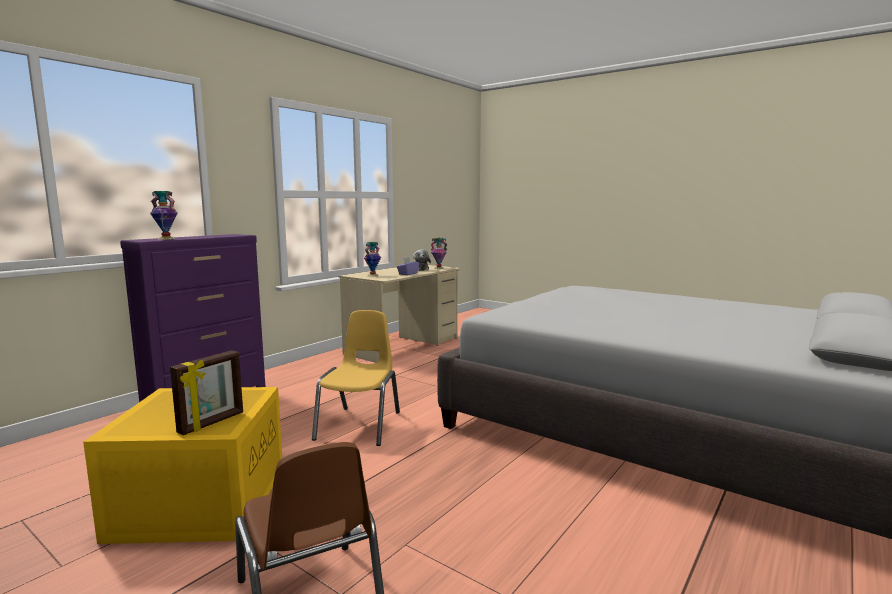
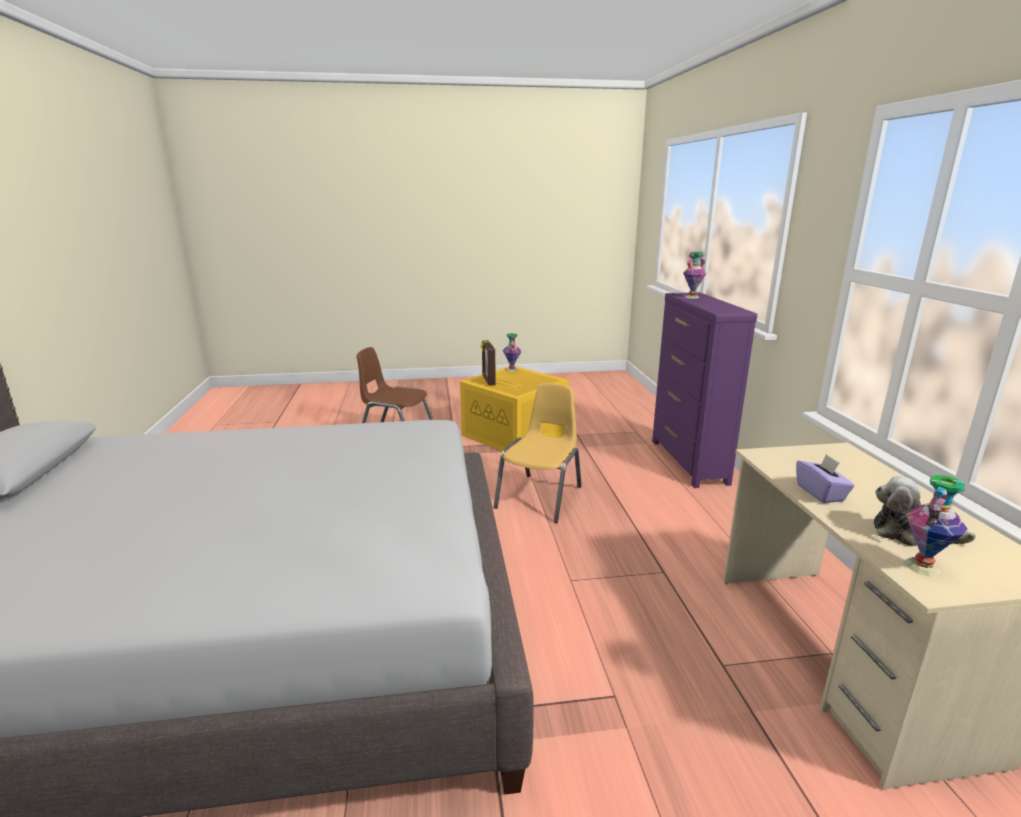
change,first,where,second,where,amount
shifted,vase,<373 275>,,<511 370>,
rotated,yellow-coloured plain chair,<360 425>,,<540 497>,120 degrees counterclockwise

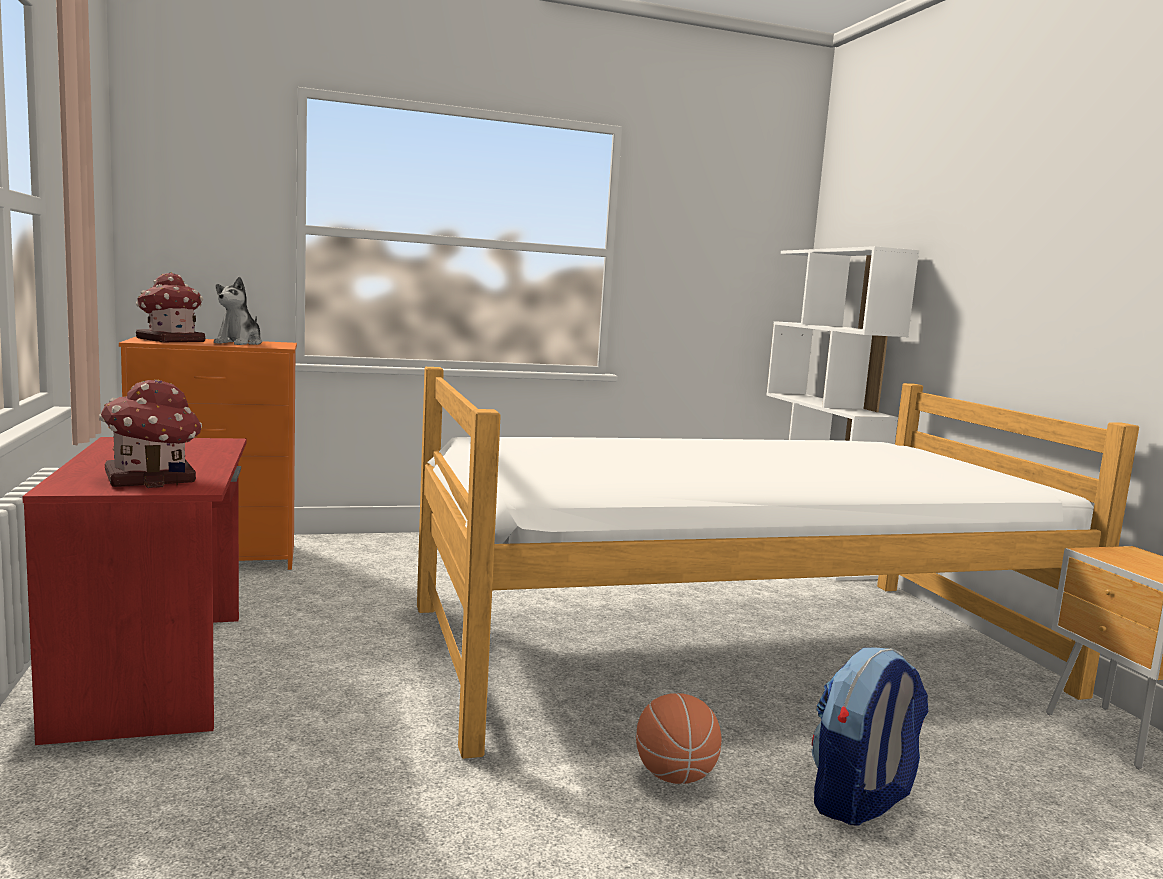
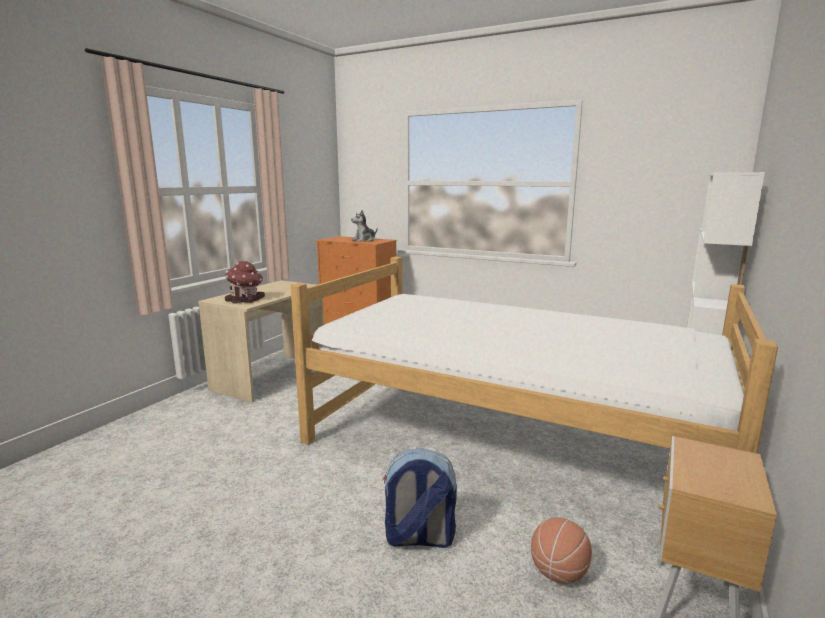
change,first,where,second,where,amount
gone,miniature house,<170 340>,,,
repainted,red-coloured desk unit,<158 671>,sand-coloured desk unit,<272 376>,
shifted,basketball ball,<675 776>,,<558 573>,

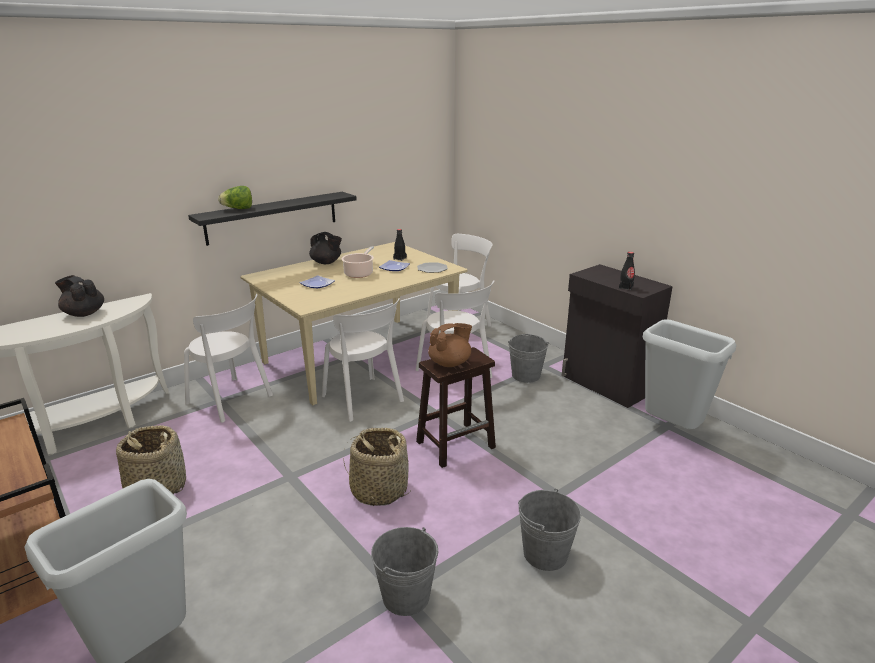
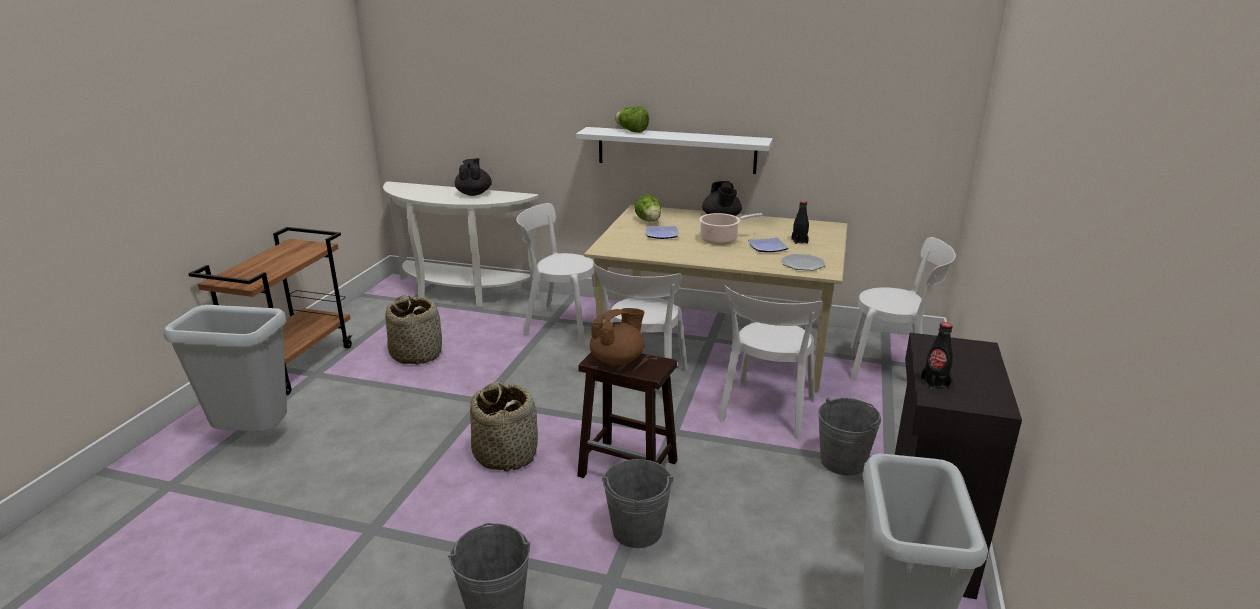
change,first,where,second,where,amount
repainted,black-coloured shelf,<272 217>,white-coloured shelf,<676 150>,
rotated,white-coloured plain chair,<232 400>,,<559 323>,105 degrees clockwise
rotated,brown-coloured tea pot,<450 363>,,<618 360>,60 degrees counterclockwise
shifted,gray bucket,<406 596>,,<637 530>,
new,,,head of lettuce,<649 221>,

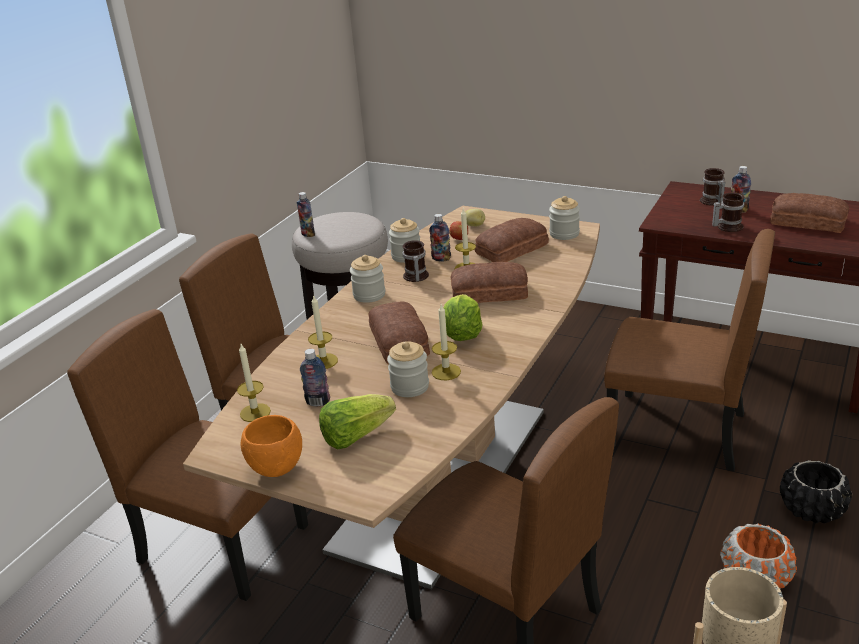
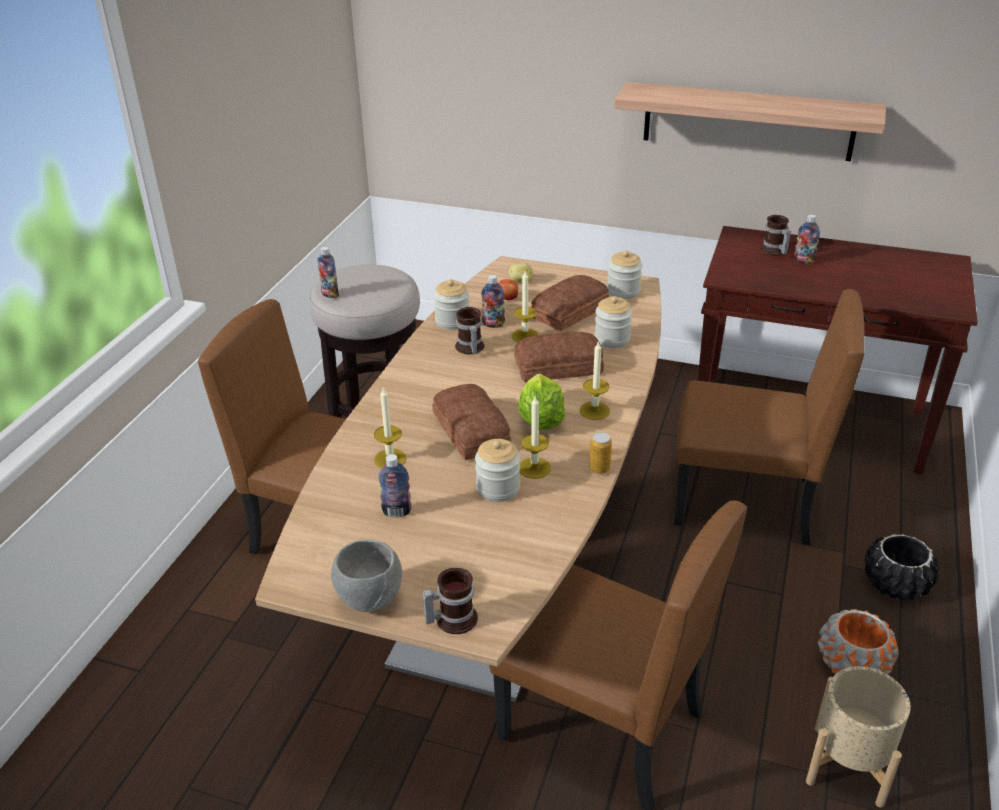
change,first,where,second,where,amount
shifted,tea mug,<727 226>,,<452 618>,
gone,bakery bread,<807 221>,,,
shifted,jar,<369 295>,,<612 339>,
gone,brown-coloured plain chair,<224 543>,,,
shifted,candle,<255 412>,,<594 410>,
gone,head of lettuce,<356 436>,,,
repainted,orangey serving bowl,<277 468>,gray serving bowl,<371 599>,
new,,,shelf,<748 121>,
new,,,can,<599 469>,

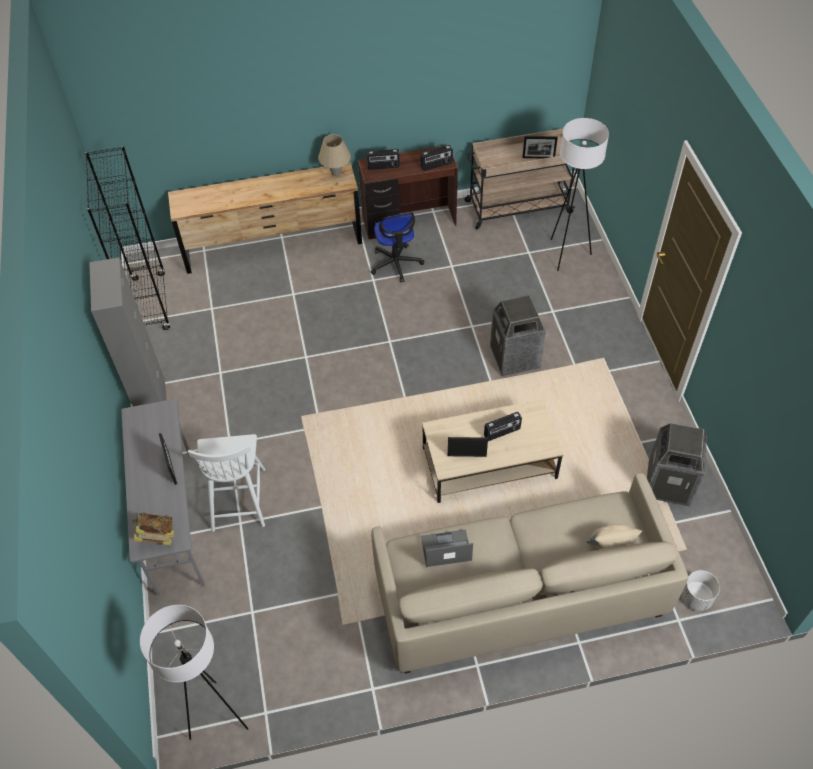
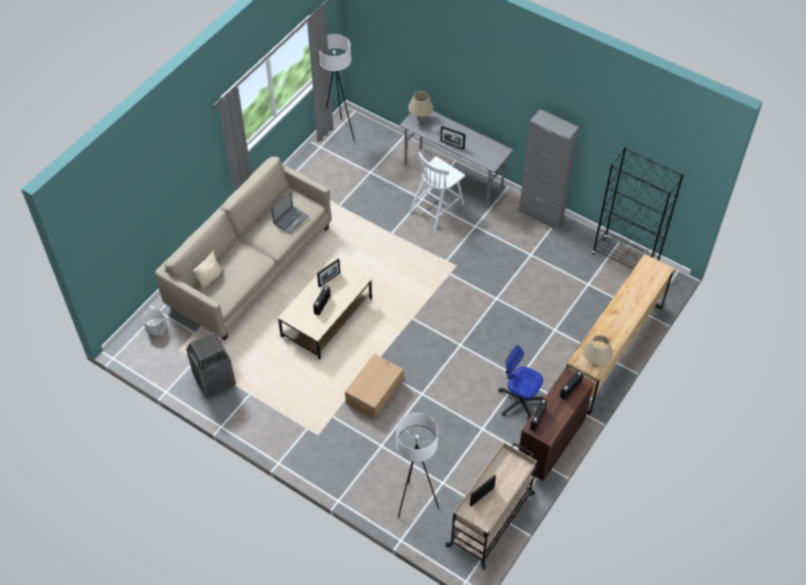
change,first,where,second,where,amount
swapped,trash can,<515 357>,carton,<373 392>,
rotated,white-coloured plain chair,<238 498>,,<437 207>,90 degrees counterclockwise
swapped,book,<157 536>,sand-coloured tabletop lamp,<420 119>,

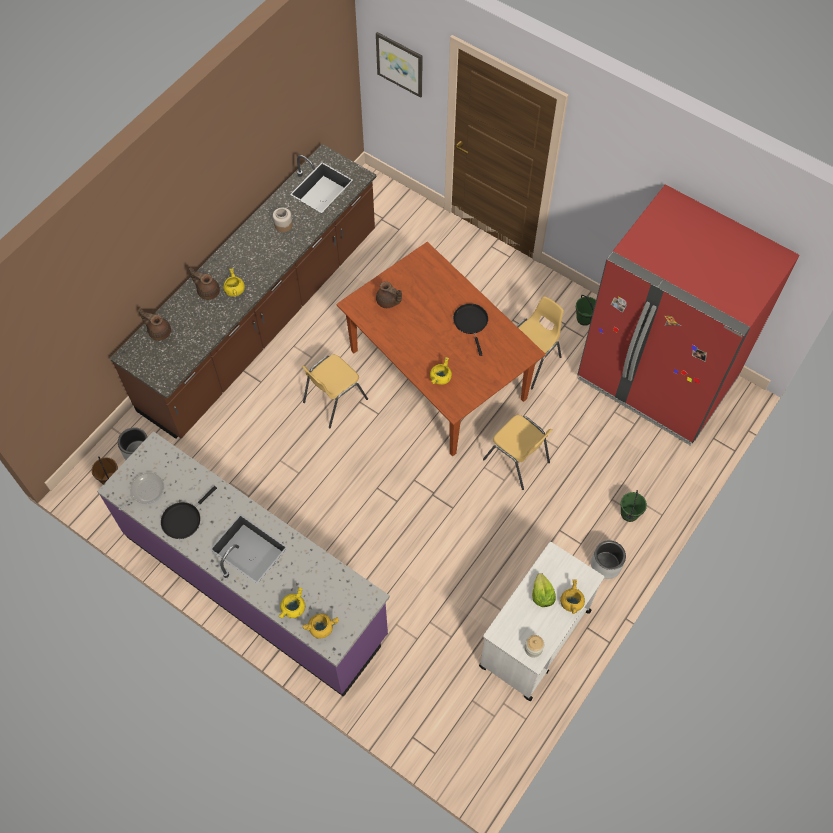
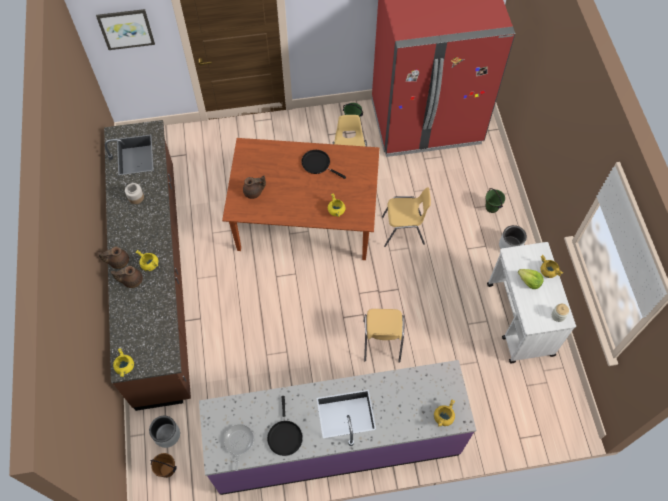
change,first,where,second,where,amount
shifted,brown-coloured tea pot,<159 331>,,<118 261>,
shifted,yellow-coloured plain chair,<334 400>,,<381 342>,
shifted,yellow-coloured cooking pot,<293 609>,,<125 367>,

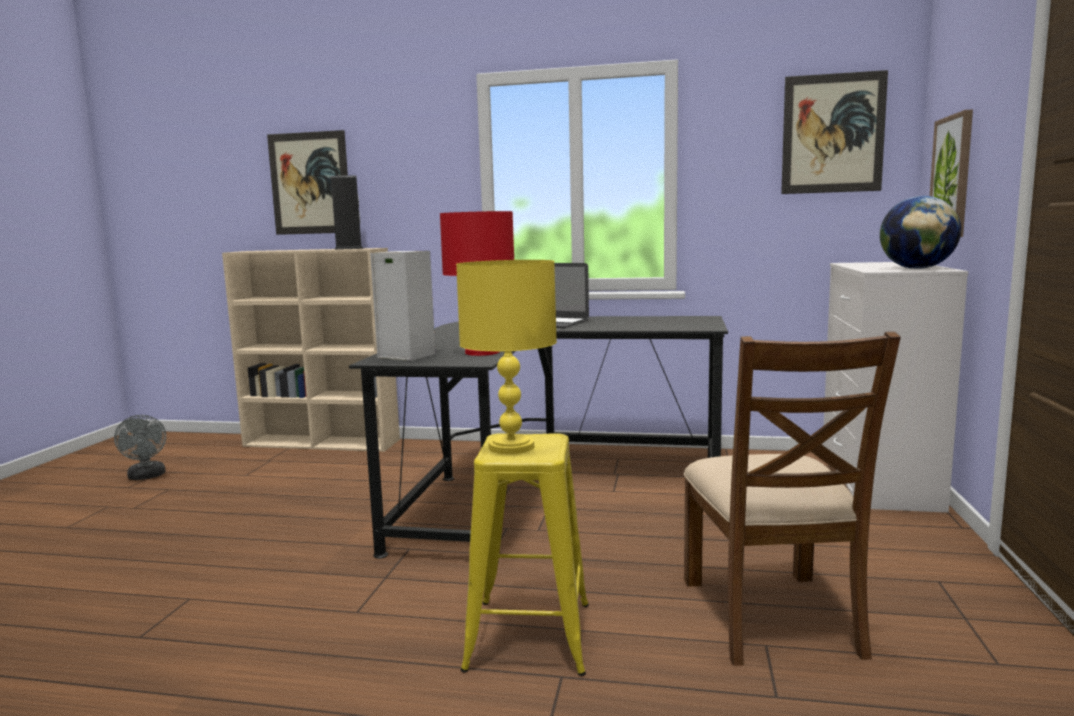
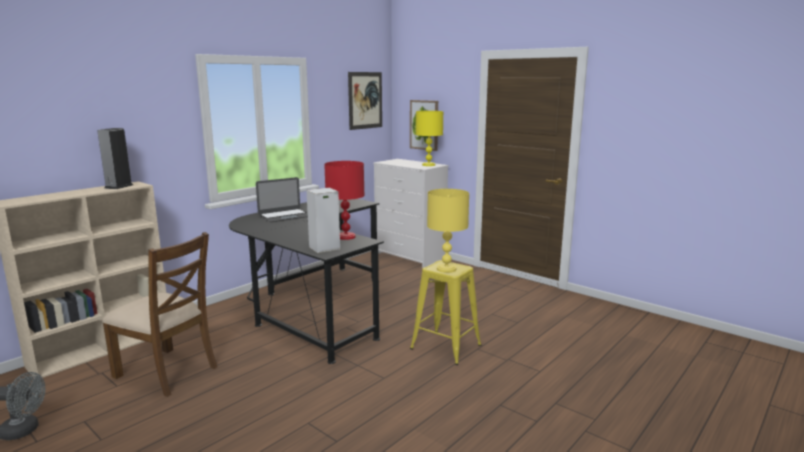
change,first,where,second,where,amount
gone,wall picture,<310 183>,,,
swapped,desk globe,<917 268>,yellow-coloured tabletop lamp,<429 165>,
shifted,brown-coloured plain chair,<771 616>,,<167 371>,

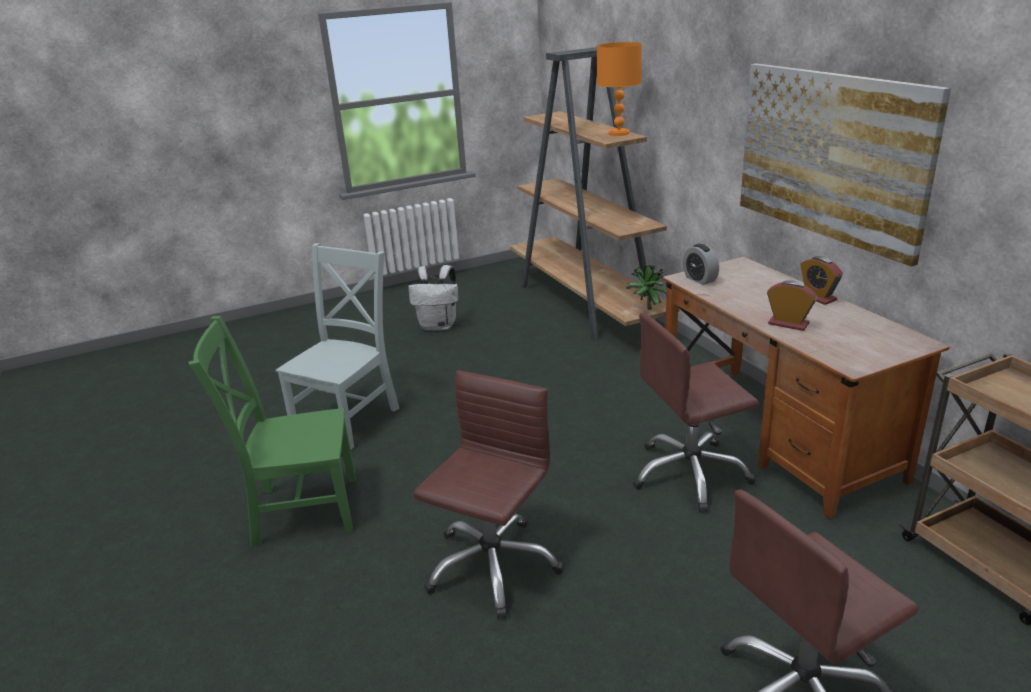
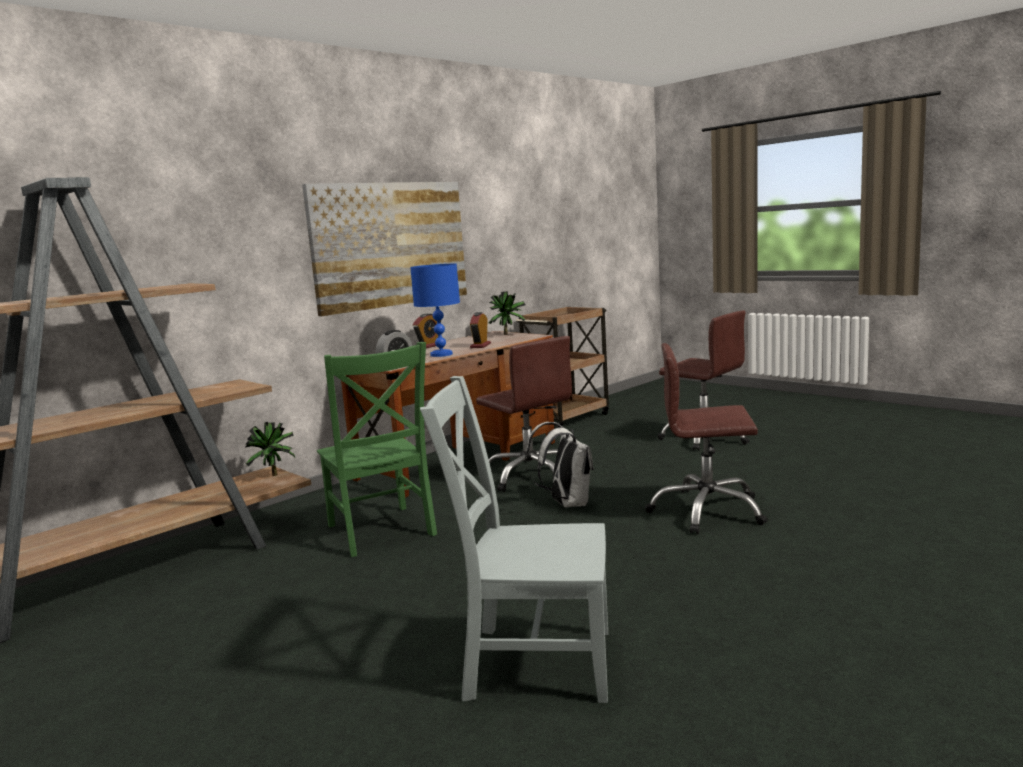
change,first,where,second,where,amount
gone,orangey tabletop lamp,<618 133>,,,
shifted,white-coloured knapsack,<439 326>,,<566 504>,
shifted,green-coloured plain chair,<300 510>,,<381 532>,
new,,,blue-coloured tabletop lamp,<441 354>,
new,,,potted plant,<508 334>,

